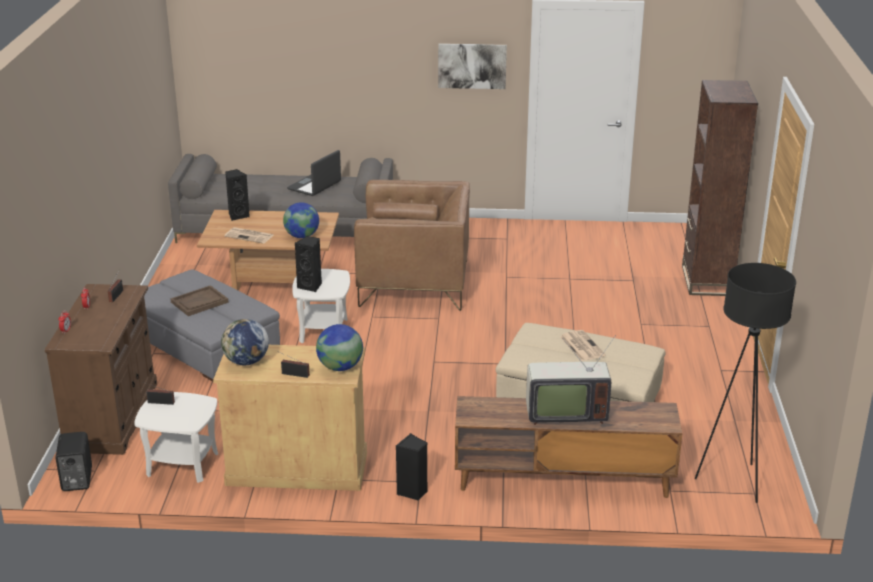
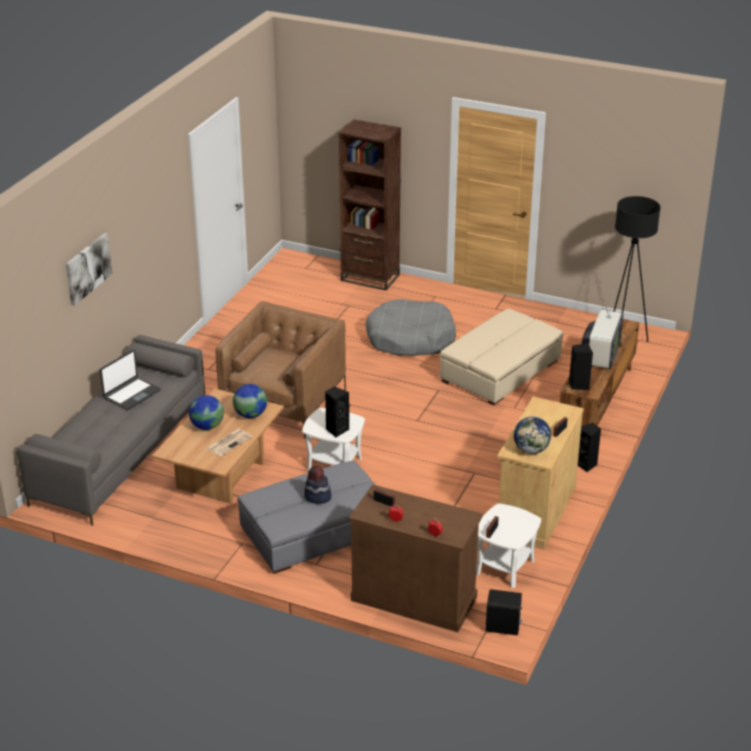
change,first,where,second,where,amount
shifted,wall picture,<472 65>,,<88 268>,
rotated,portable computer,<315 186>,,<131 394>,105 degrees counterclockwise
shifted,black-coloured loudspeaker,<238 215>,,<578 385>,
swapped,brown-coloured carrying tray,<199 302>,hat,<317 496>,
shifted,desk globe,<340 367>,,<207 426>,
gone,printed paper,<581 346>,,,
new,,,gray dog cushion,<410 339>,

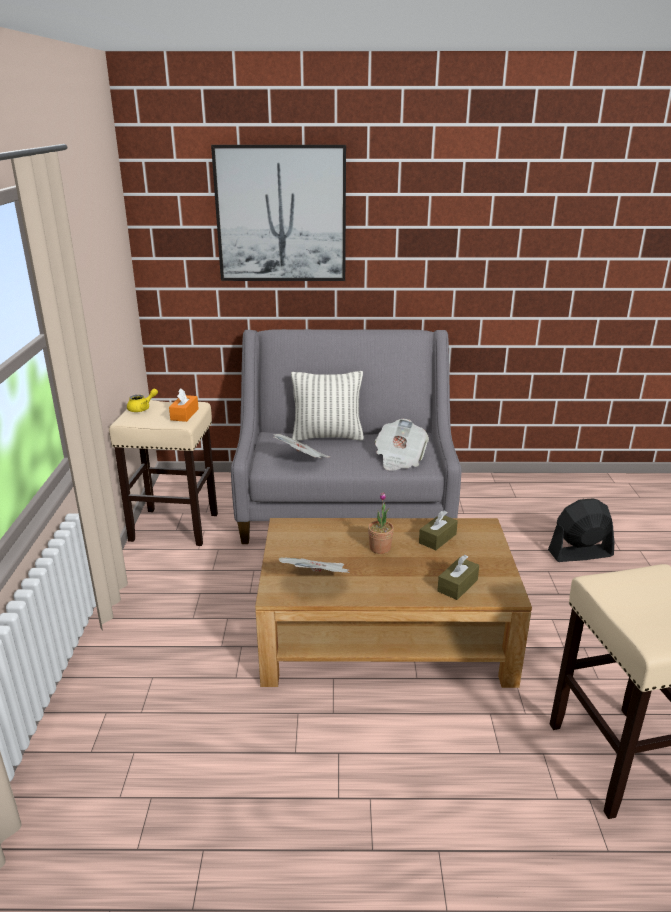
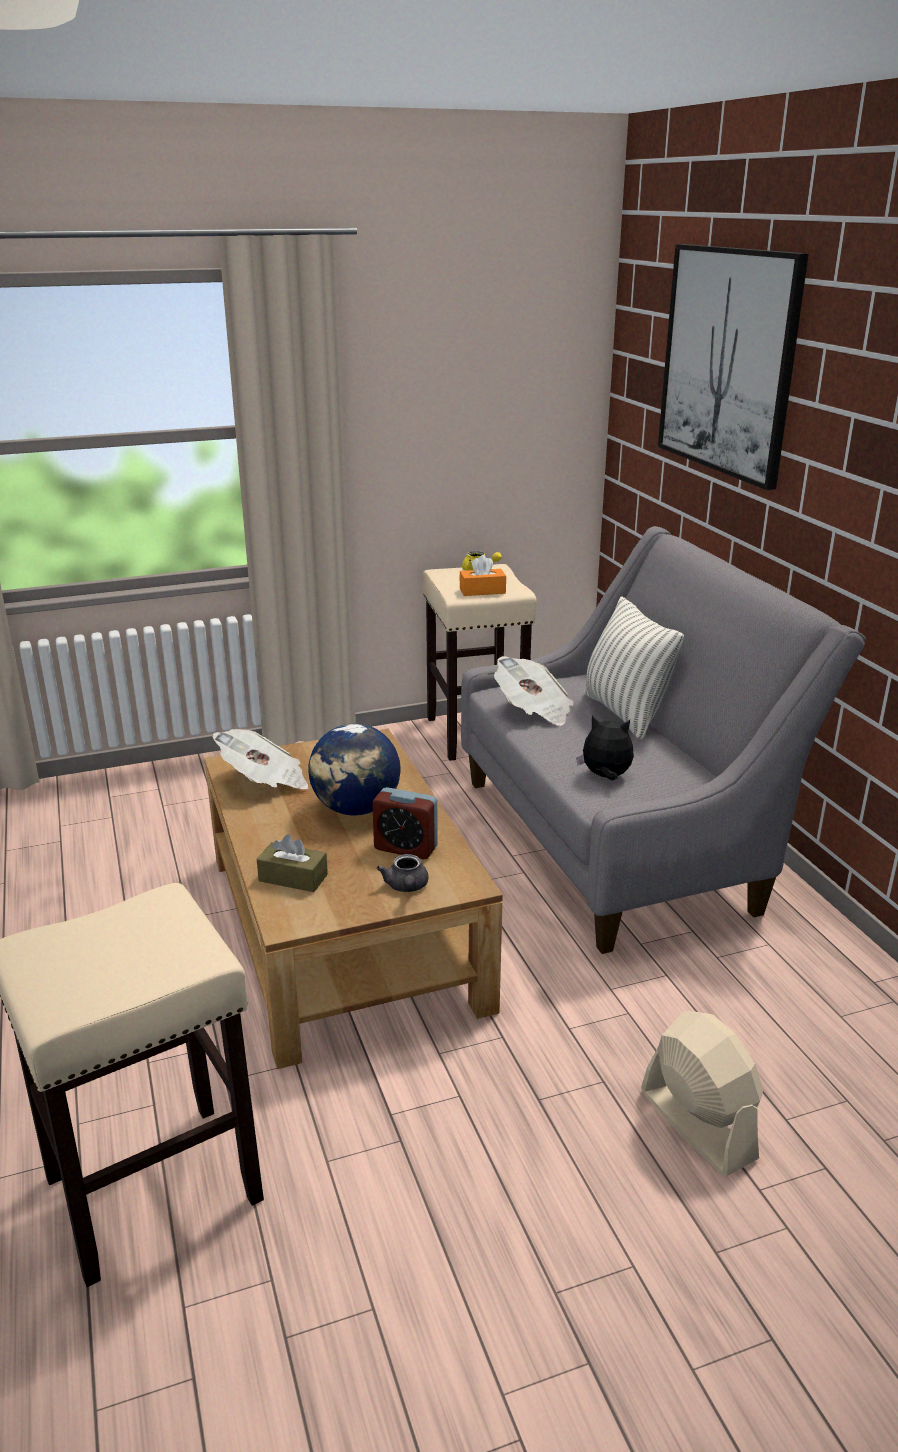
change,first,where,second,where,amount
swapped,printed paper,<399 459>,plush toy,<605 777>,
swapped,potted plant,<380 548>,desk globe,<356 809>,
repainted,black-coloured fan,<580 553>,sand-coloured fan,<697 1123>,
swapped,brown-coloured tissue holder,<437 538>,table clock,<405 848>,
new,,,gray tea pot,<406 887>,

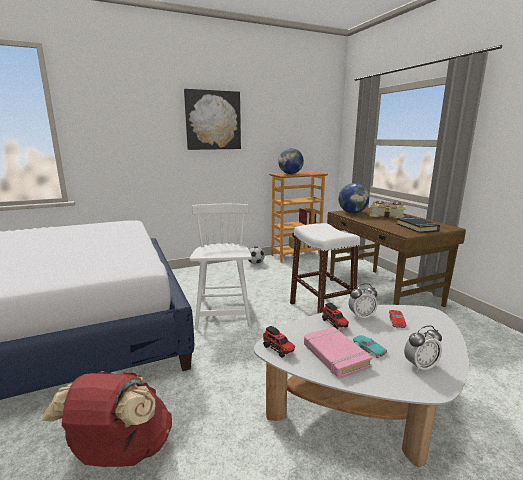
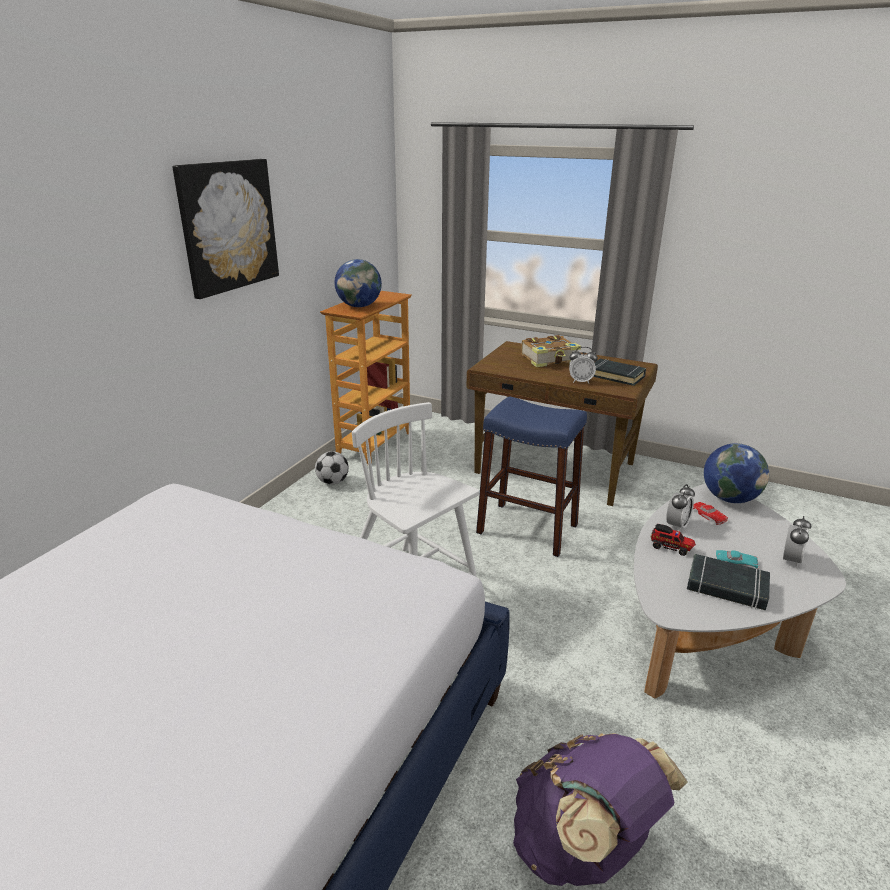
change,first,where,second,where,amount
shifted,desk globe,<352 213>,,<729 498>,
repainted,white-coloured stool seat,<321 311>,blue-coloured stool seat,<527 528>,
gone,model truck,<279 349>,,,
repainted,pink-coloured book,<335 355>,black-coloured book,<726 587>,
repainted,red-coloured knapsack,<121 453>,purple knapsack,<582 848>,
new,,,table clock,<580 381>,

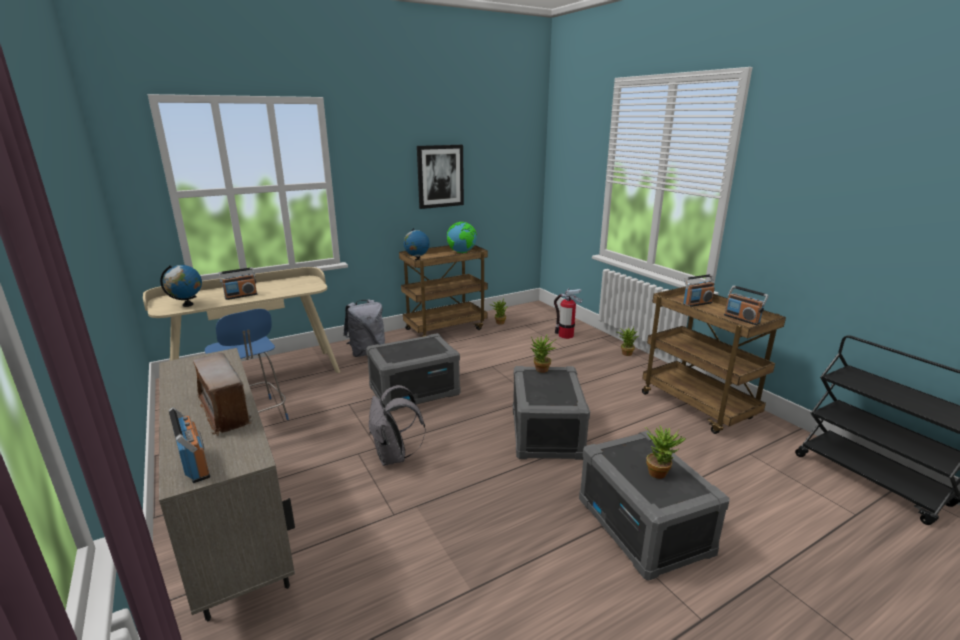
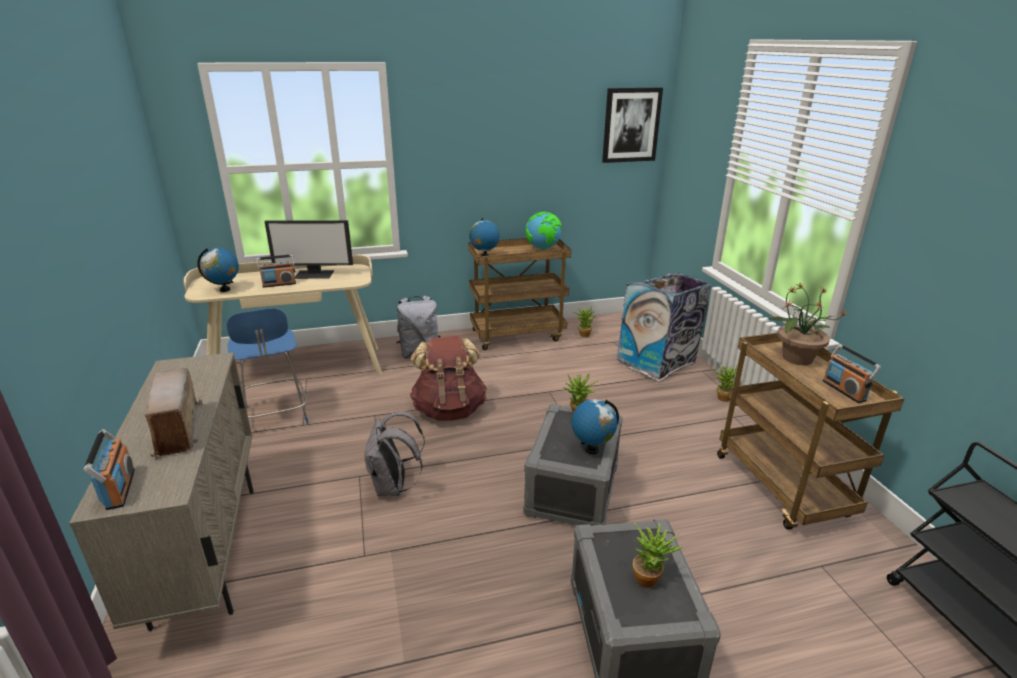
change,first,where,second,where,amount
shifted,wall picture,<440 176>,,<631 125>,
swapped,radio receiver,<697 303>,potted plant,<796 358>,
swapped,fire extinguisher,<565 335>,trash can,<657 362>,
swapped,gray storage box,<414 391>,brown-coloured knapsack,<449 410>,
new,,,computer display,<315 274>,
new,,,desk globe,<591 449>,

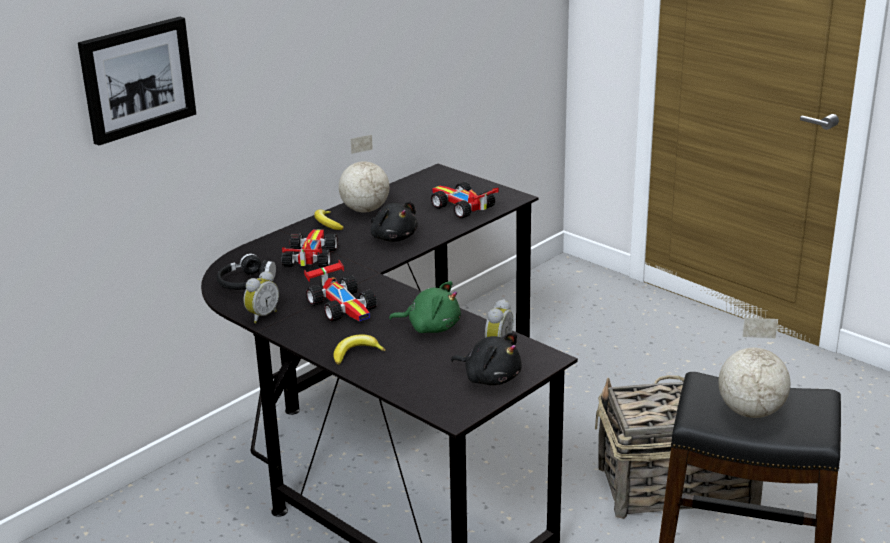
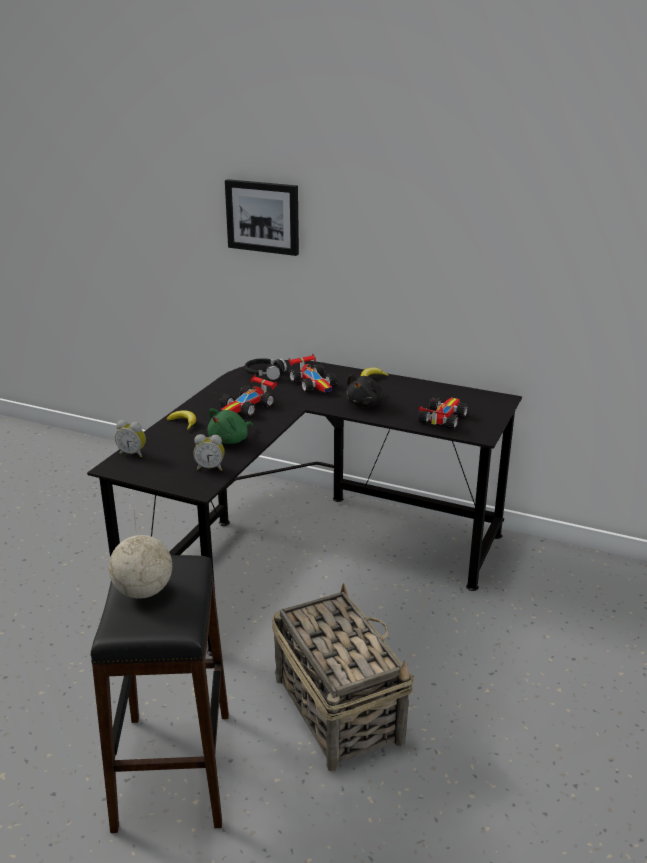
change,first,where,second,where,amount
gone,desk globe,<364 210>,,,
rotated,miniature car,<309 257>,,<314 383>,75 degrees clockwise
shifted,table clock,<261 316>,,<133 453>,
rotated,green-coloured plush toy,<431 327>,,<230 440>,45 degrees clockwise
gone,black-coloured plush toy,<490 378>,,,

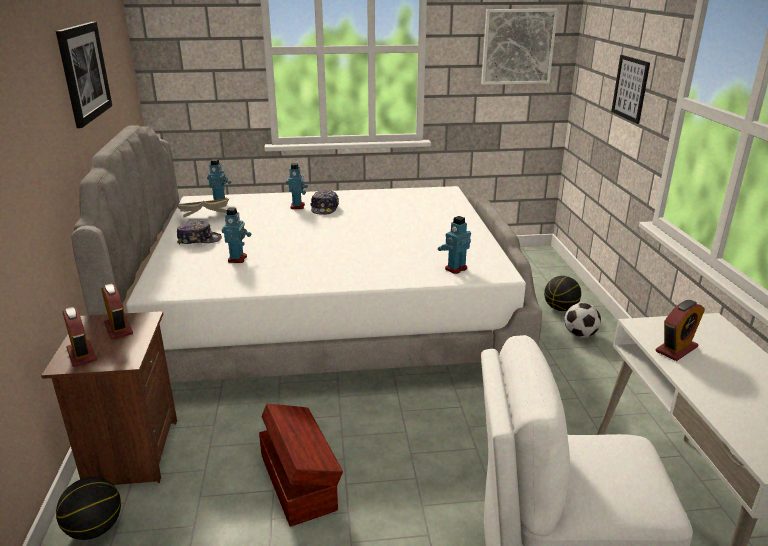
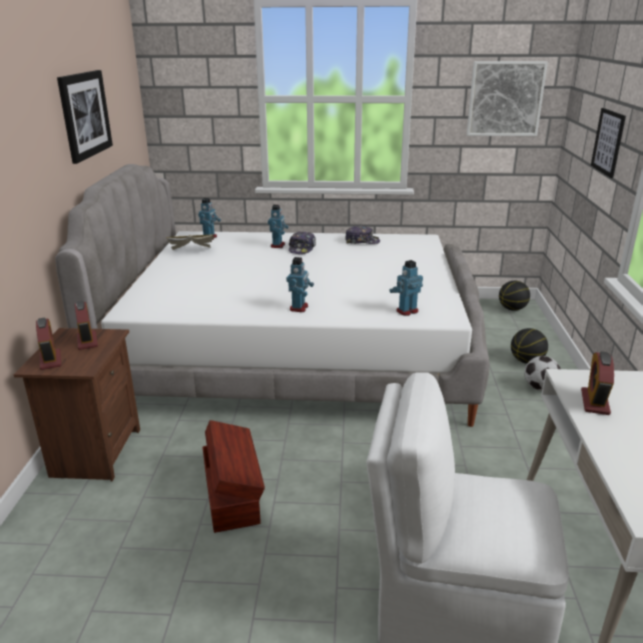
change,first,where,second,where,amount
shifted,toy robot,<238 259>,,<299 308>,
shifted,cap,<199 240>,,<362 241>,
rotated,table clock,<676 349>,,<595 402>,135 degrees clockwise
shifted,basketball ball,<94 528>,,<512 309>,

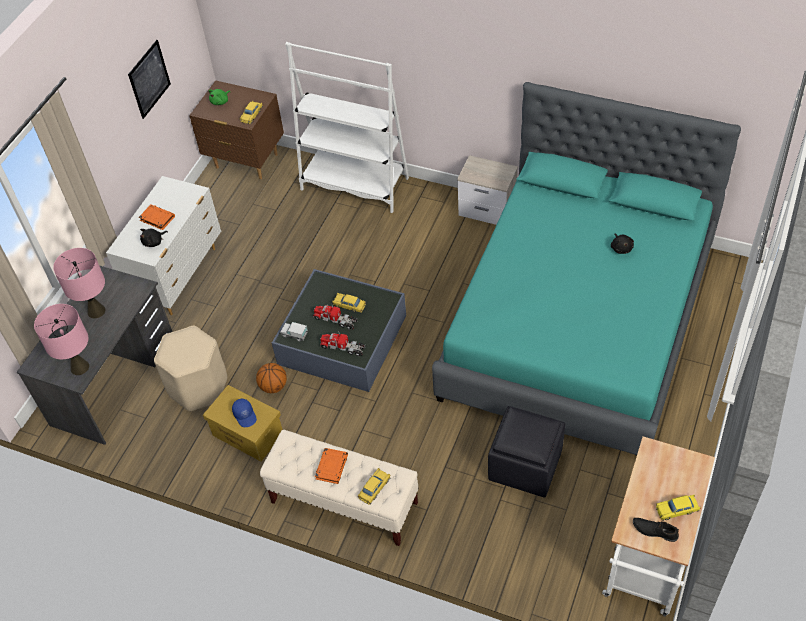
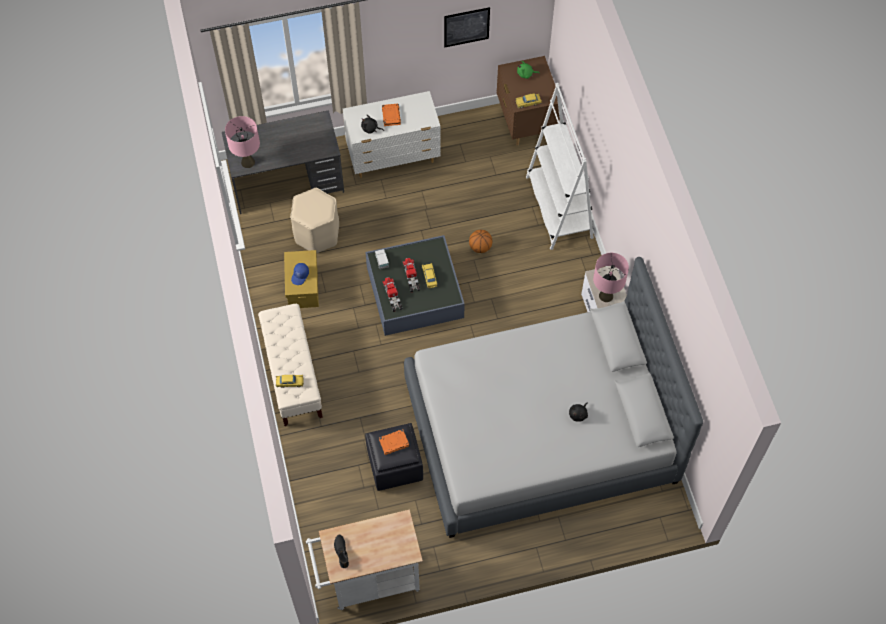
change,first,where,second,where,amount
repainted,blue-green sleeping bed,<578 322>,gray sleeping bed,<540 431>,
shifted,pink-coloured tabletop lamp,<96 311>,,<606 295>,
shifted,basketball ball,<273 386>,,<480 247>,
shifted,orangey book,<331 467>,,<394 443>,
gone,yellow-coloured miniature car,<677 510>,,,

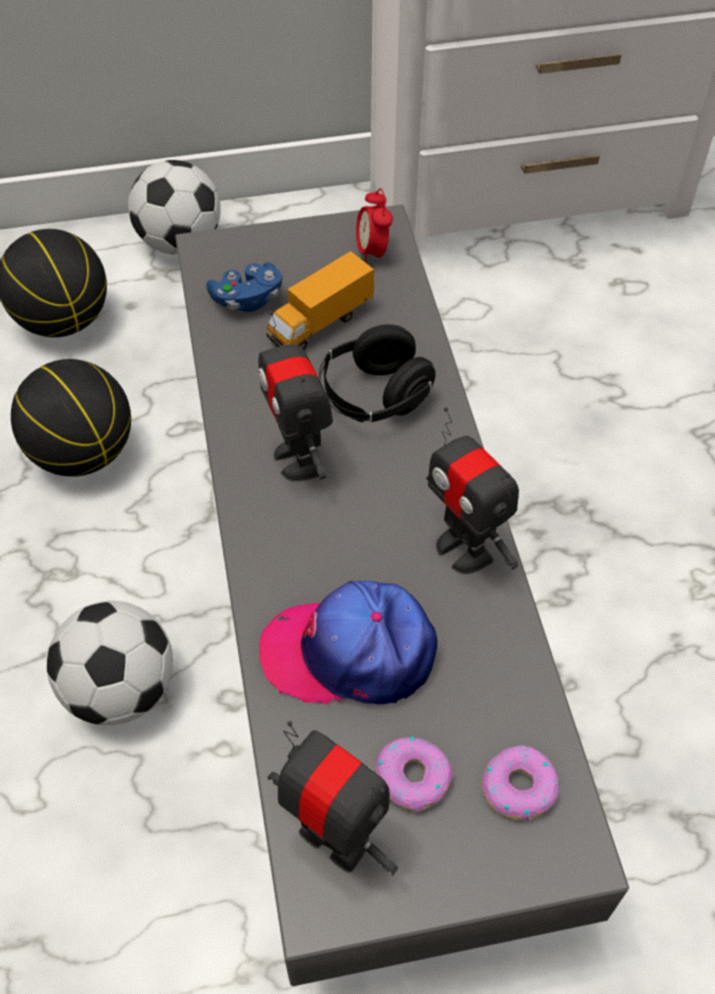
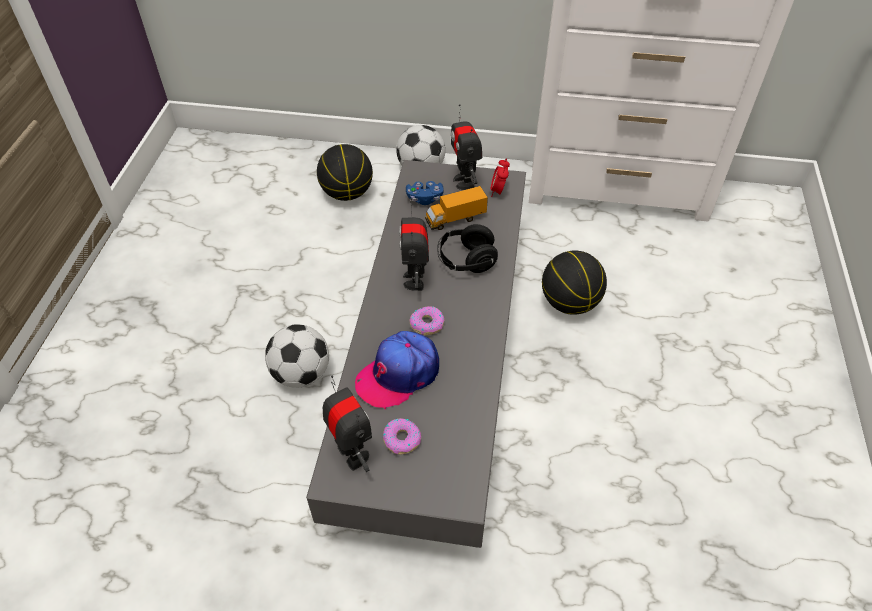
change,first,where,second,where,amount
shifted,basketball ball,<83 452>,,<569 302>,
shifted,toy robot,<464 549>,,<464 181>,
rotated,cap,<350 652>,,<398 374>,60 degrees counterclockwise
shifted,doughnut,<518 787>,,<427 324>,

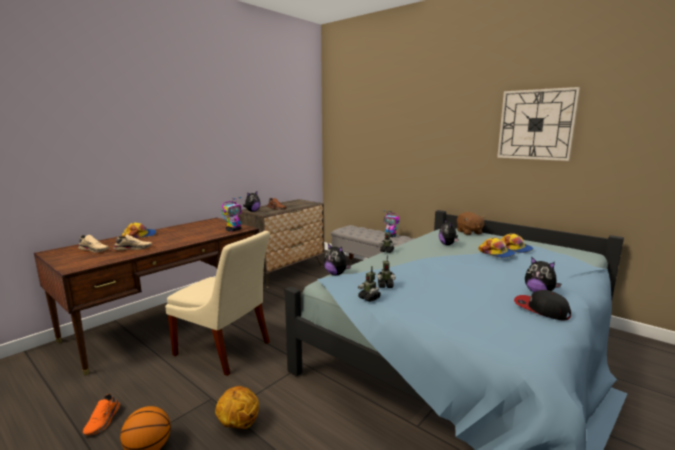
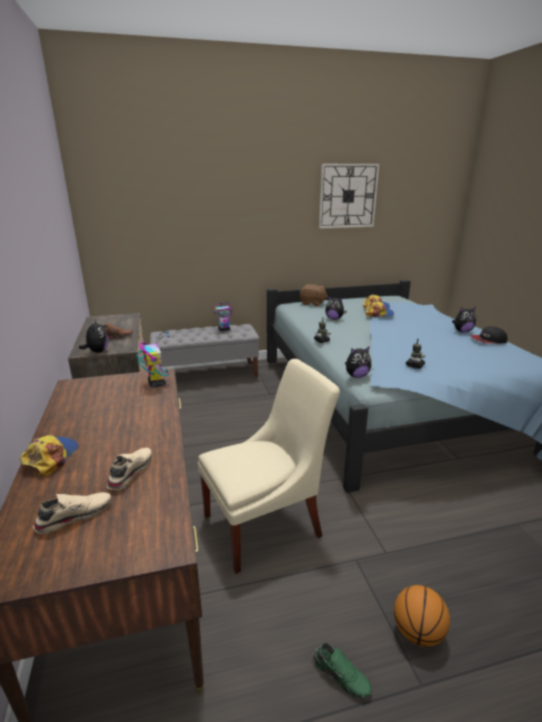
change,first,where,second,where,amount
gone,toy robot,<369 298>,,,
gone,basketball ball,<238 425>,,,
repainted,orangey low shoe,<103 421>,green-coloured low shoe,<341 674>,

